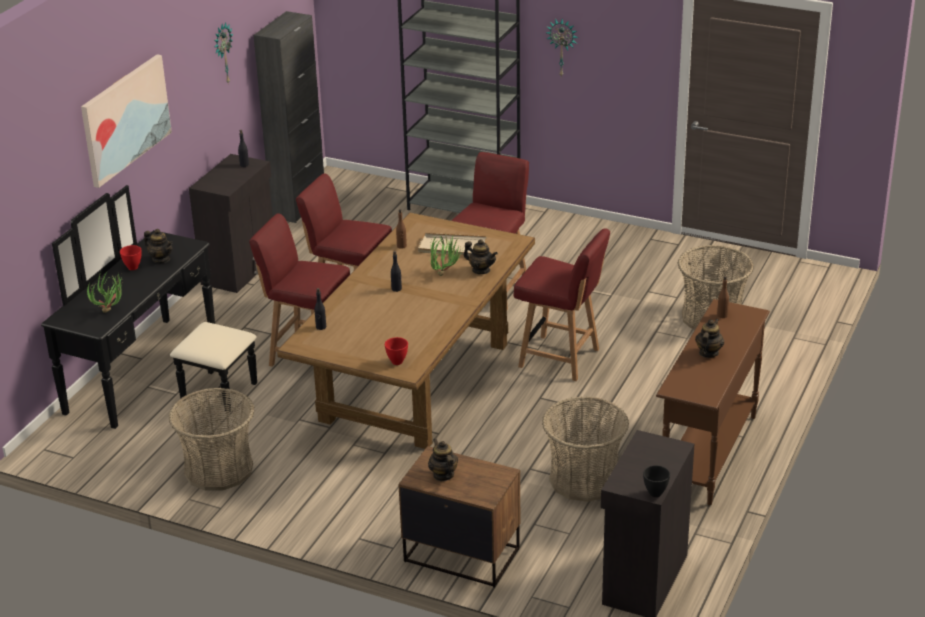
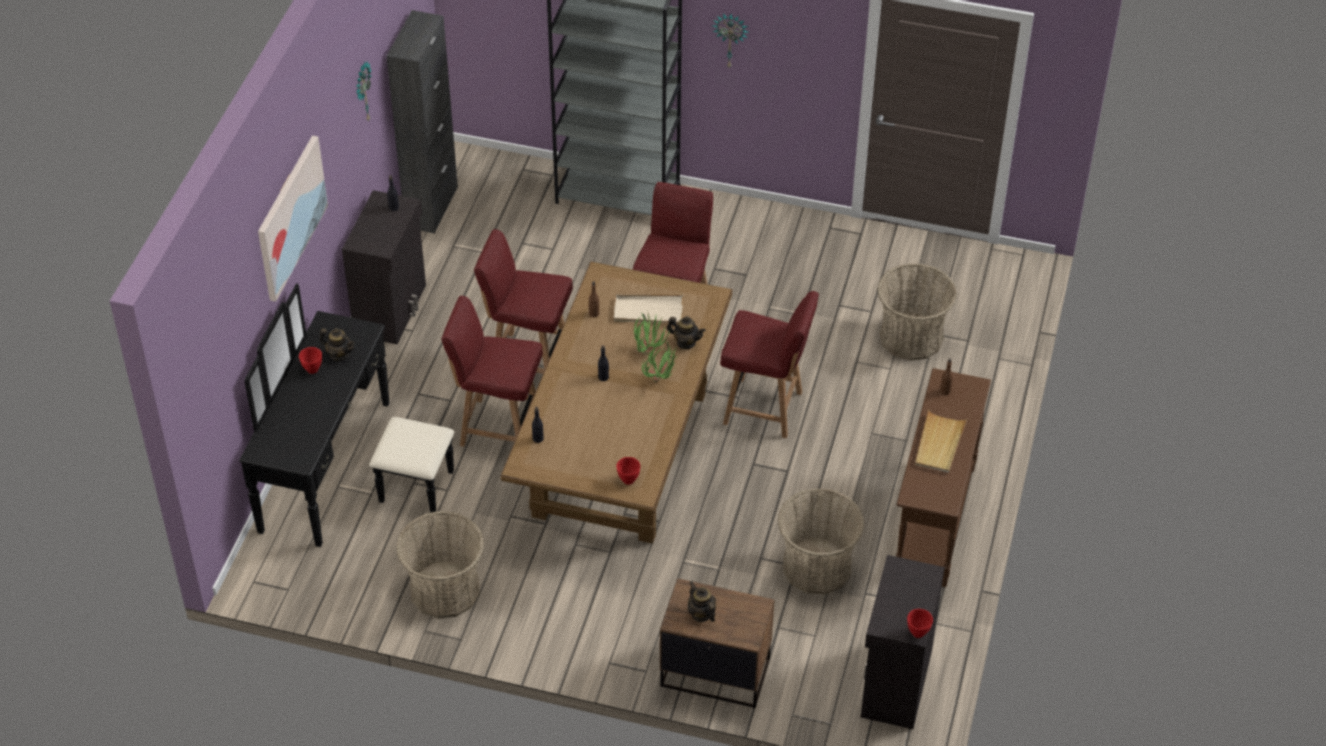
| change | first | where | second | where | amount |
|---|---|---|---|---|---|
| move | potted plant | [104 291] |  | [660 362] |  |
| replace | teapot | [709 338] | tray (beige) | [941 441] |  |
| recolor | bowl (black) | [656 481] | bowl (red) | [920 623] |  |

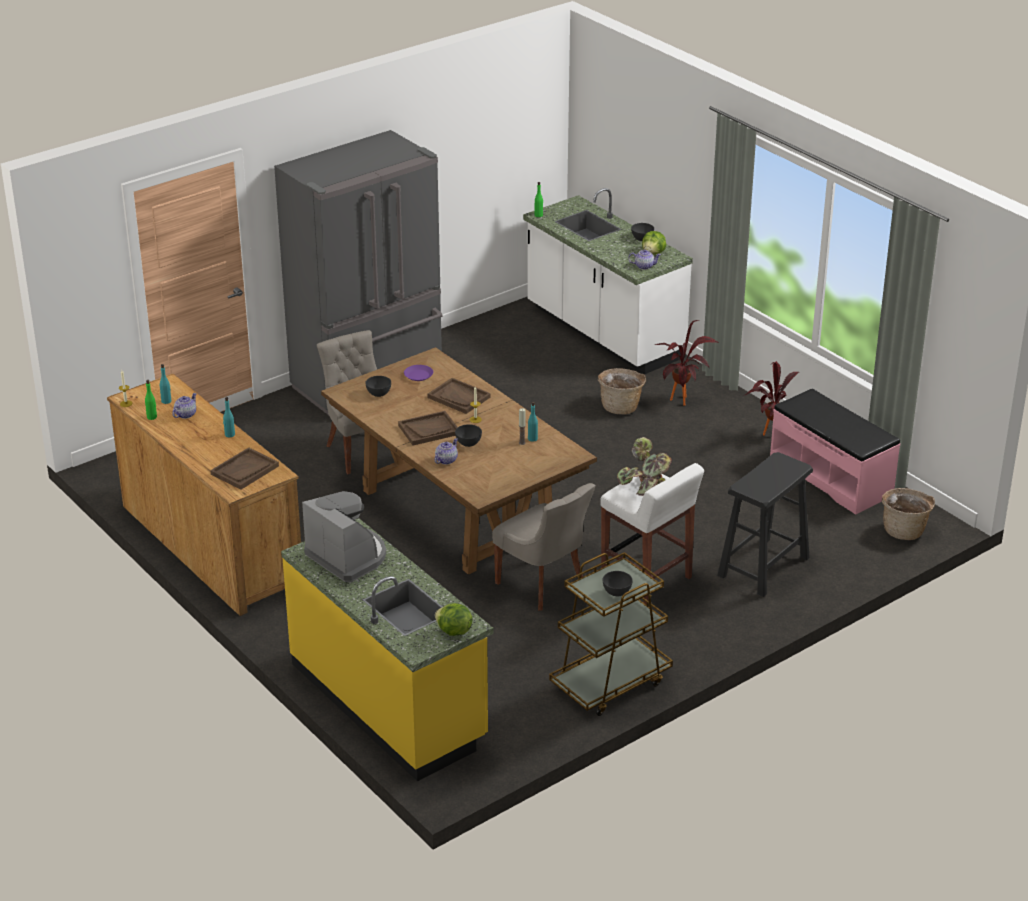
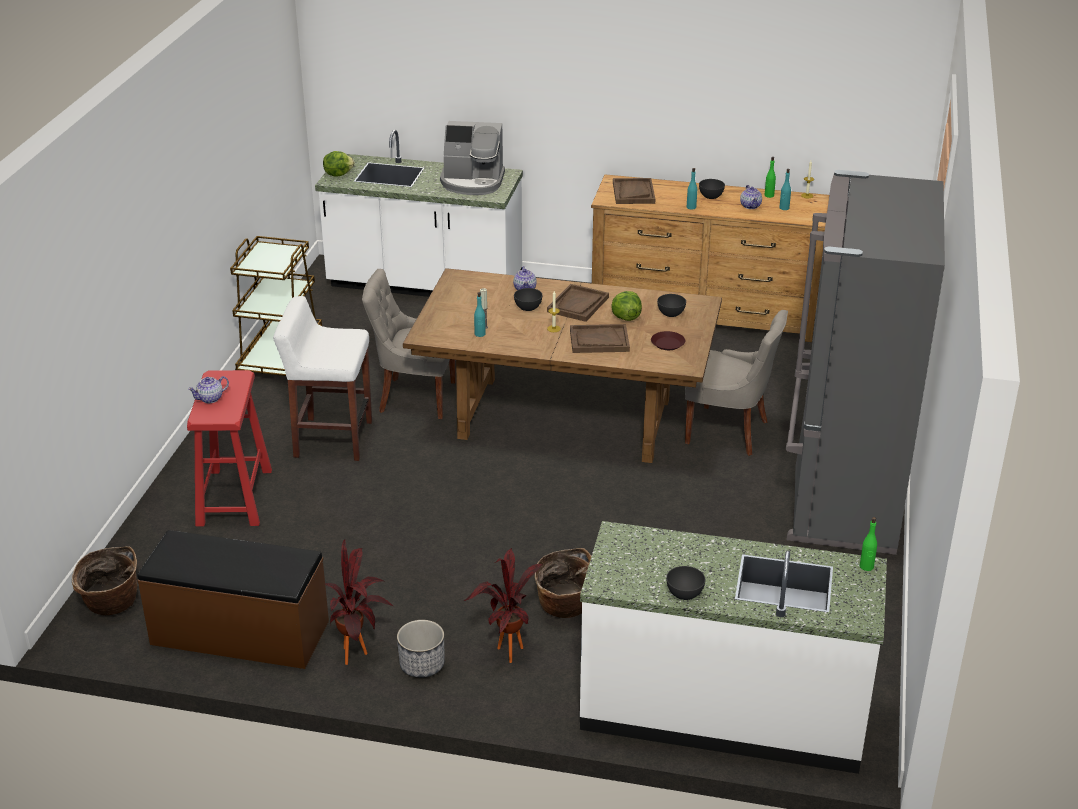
| change | first | where | second | where | amount |
|---|---|---|---|---|---|
| delete | potted plant | [644 466] |  |  |  |
| insert |  |  | planter | [420 649] |  |
| move | bowl (grey) | [618 583] |  | [712 189] |  |
| move | teapot | [644 259] |  | [208 389] |  |
| move | lettuce | [654 243] |  | [627 306] |  |
| recolor | counter (yellow) | [387 649] | counter (white) | [419 213] |  |
| recolor | plate (purple) | [418 373] | plate (brown) | [668 340] |  |
| recolor | stool (black) | [765 524] | stool (red) | [229 448] |  |
| recolor | bench (pink) | [835 451] | bench (brown) | [233 599] |  |

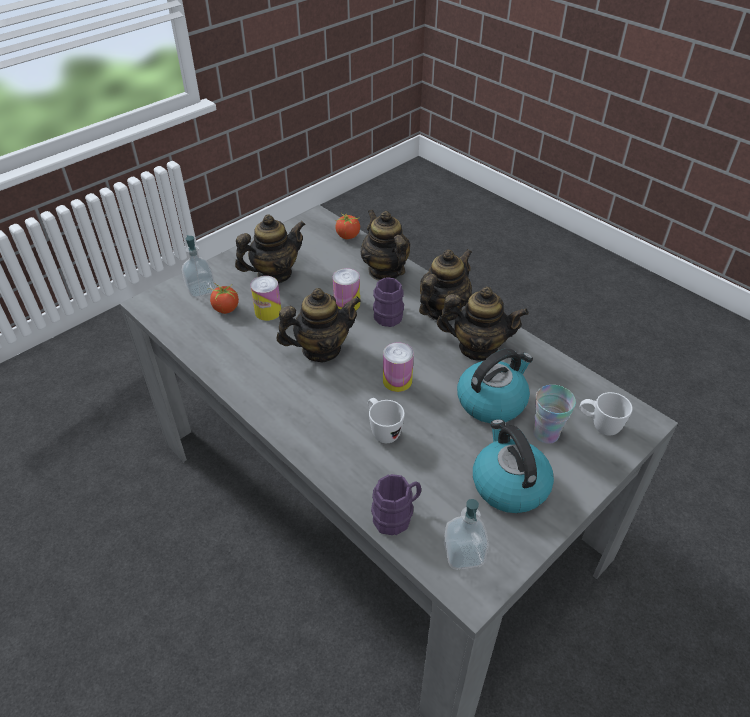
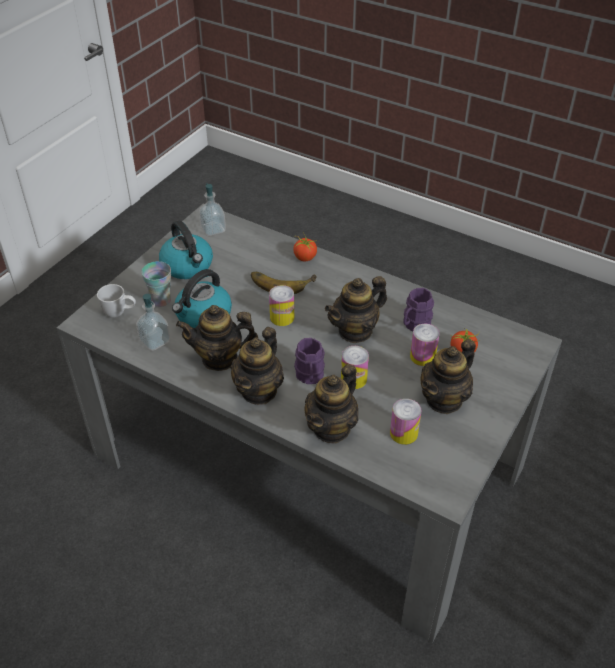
| change | first | where | second | where | amount |
|---|---|---|---|---|---|
| insert |  |  | can | [405 422] |  |
| move | soap dispenser | [199 266] |  | [153 322] |  |
| move | tomato | [347 226] |  | [305 247] |  |
| move | mug (purple) | [396 504] |  | [418 310] |  |
| replace | mug (white) | [386 420] | banana | [284 283] |  |
| rotate | teapot | [385 245] |  | [332 404] | 75 degrees clockwise |

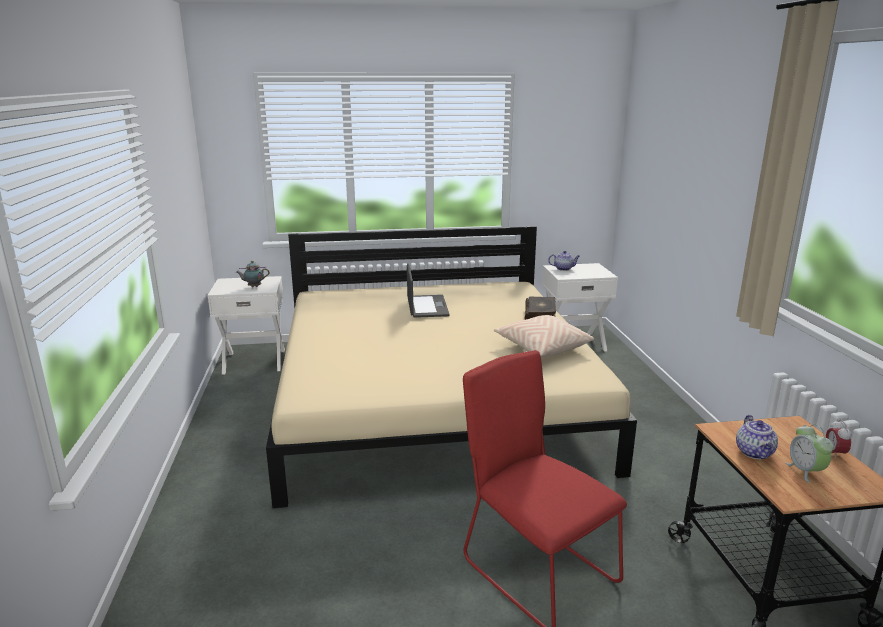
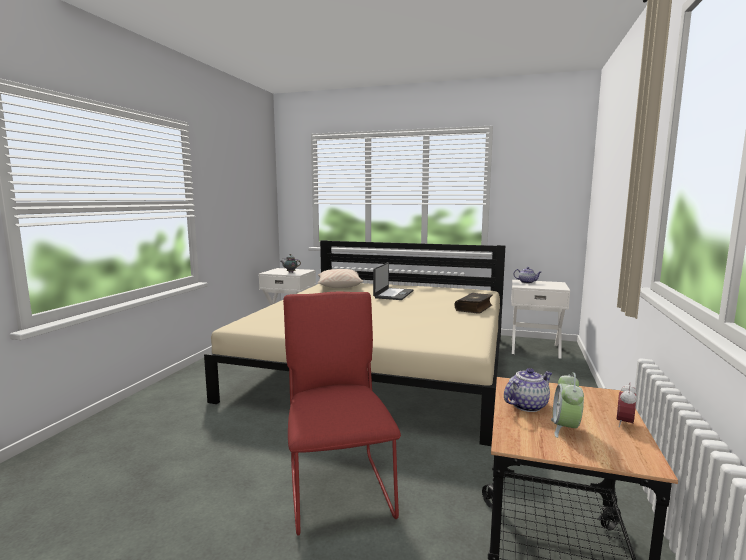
| change | first | where | second | where | amount |
|---|---|---|---|---|---|
| move | pillow (beige) | [544 336] |  | [340 278] |  |
| rotate | teapot | [757 437] |  | [528 390] | 150 degrees counterclockwise |

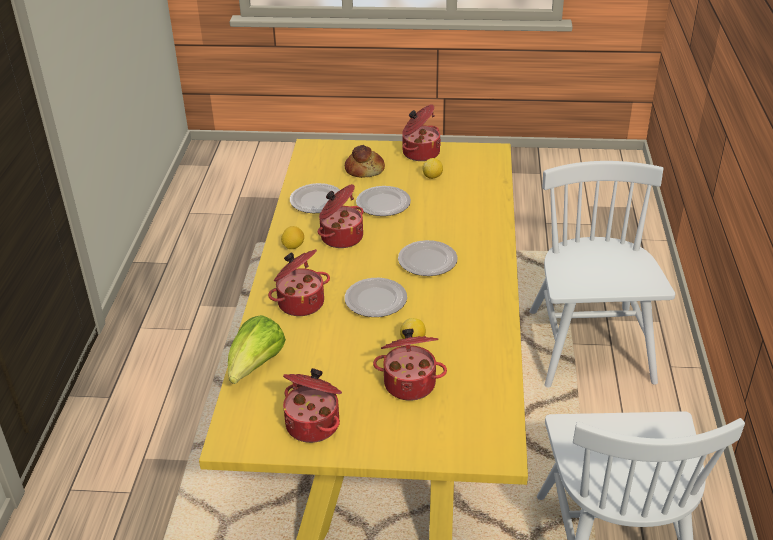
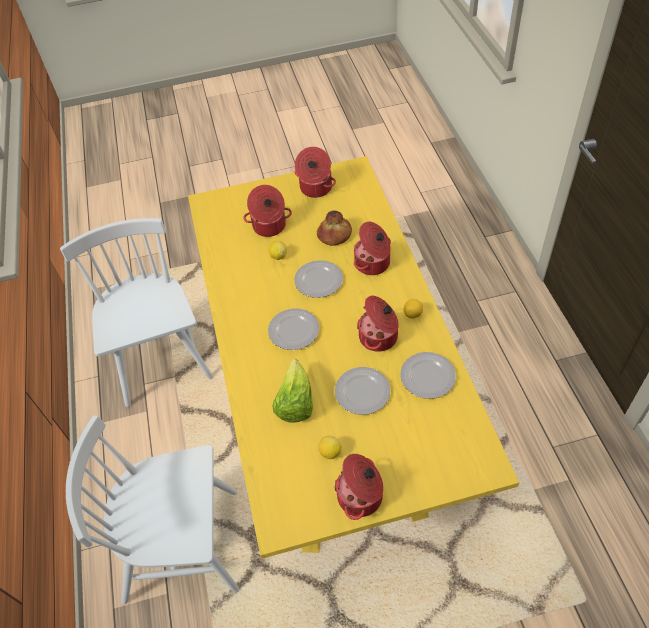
| change | first | where | second | where | amount |
|---|---|---|---|---|---|
| move | lettuce | [257 349] |  | [293 391] |  |
| move | bread | [365 161] |  | [334 228] |  |
| rotate | chair (white) | [602 274] |  | [152 509] | 105 degrees clockwise |

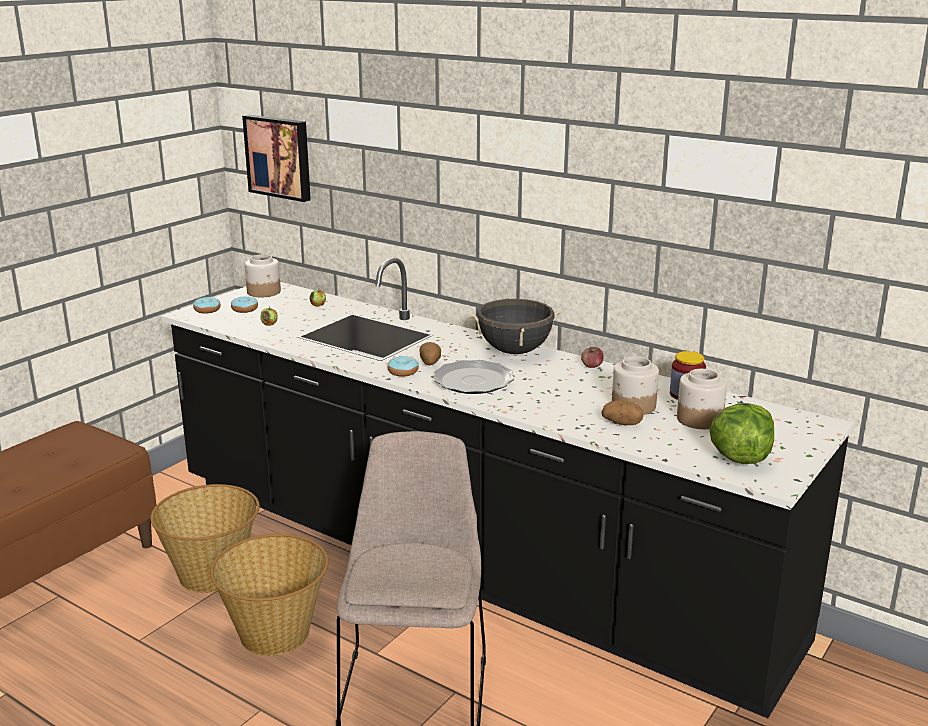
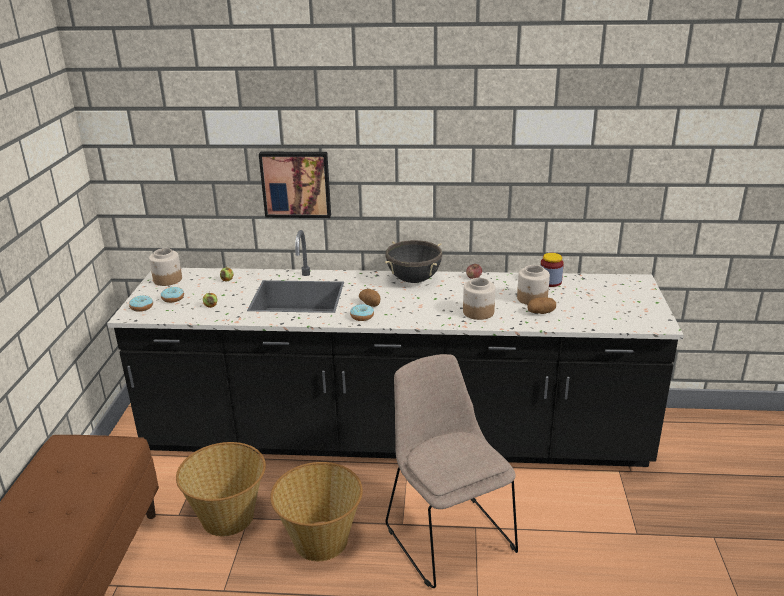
| change | first | where | second | where | amount |
|---|---|---|---|---|---|
| delete | plate | [473 377] |  |  |  |
| delete | lettuce | [741 433] |  |  |  |
| move | picture | [276 158] |  | [295 185] |  |
| move | jar | [702 399] |  | [479 299] |  |

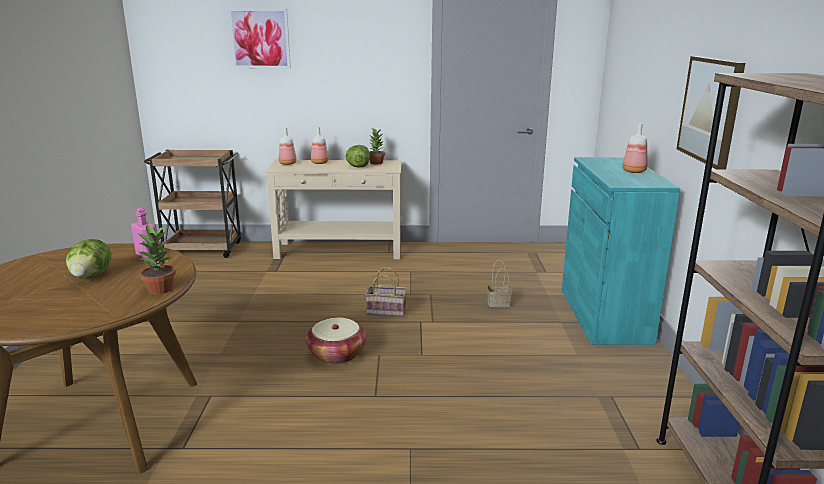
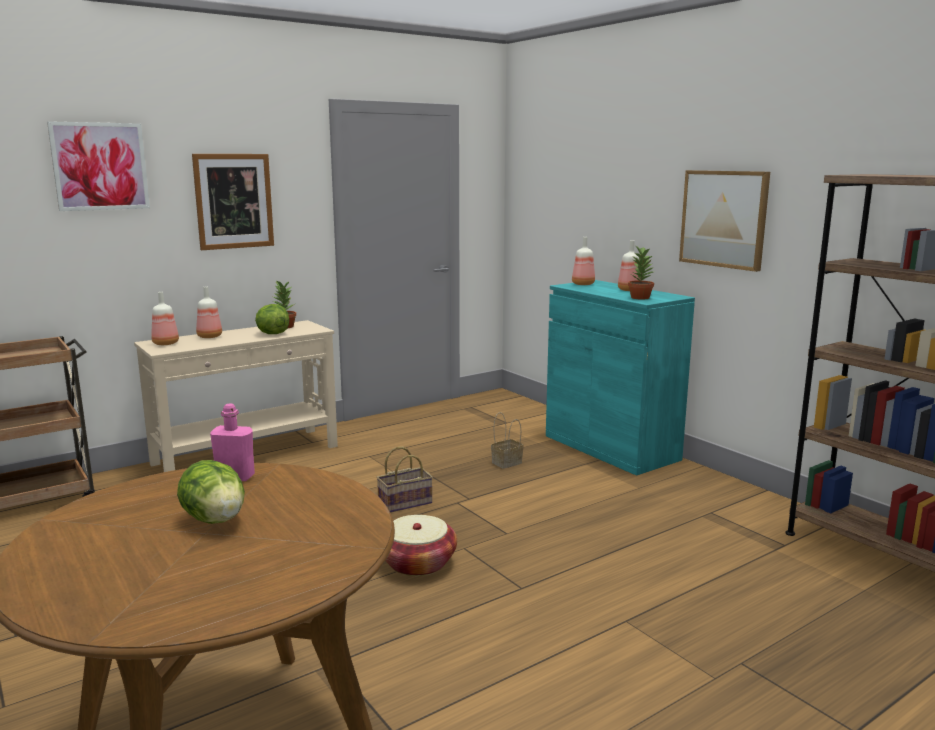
| change | first | where | second | where | amount |
|---|---|---|---|---|---|
| insert |  |  | picture | [233 202] |  |
| insert |  |  | bottle | [583 261] |  |
| move | potted plant | [157 258] |  | [641 272] |  |

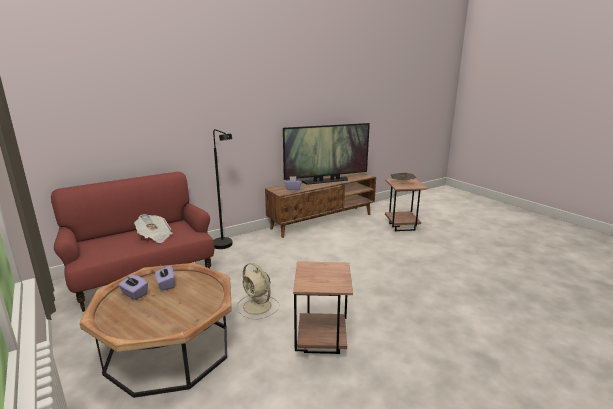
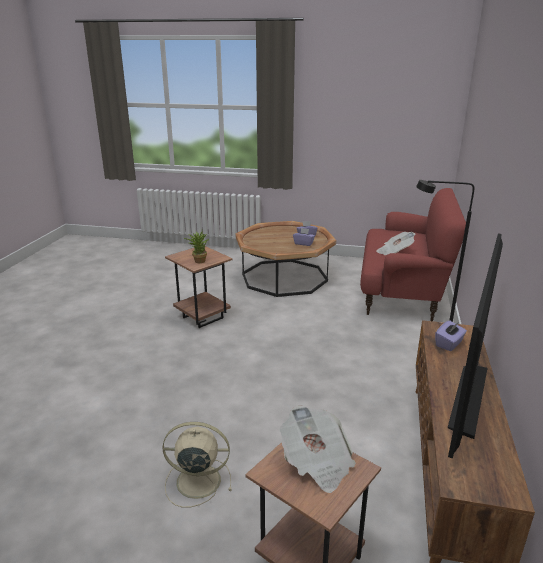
| change | first | where | second | where | amount |
|---|---|---|---|---|---|
| insert |  |  | potted plant | [196 247] |  |
| move | fan (beige) | [258 291] |  | [197 465] |  |

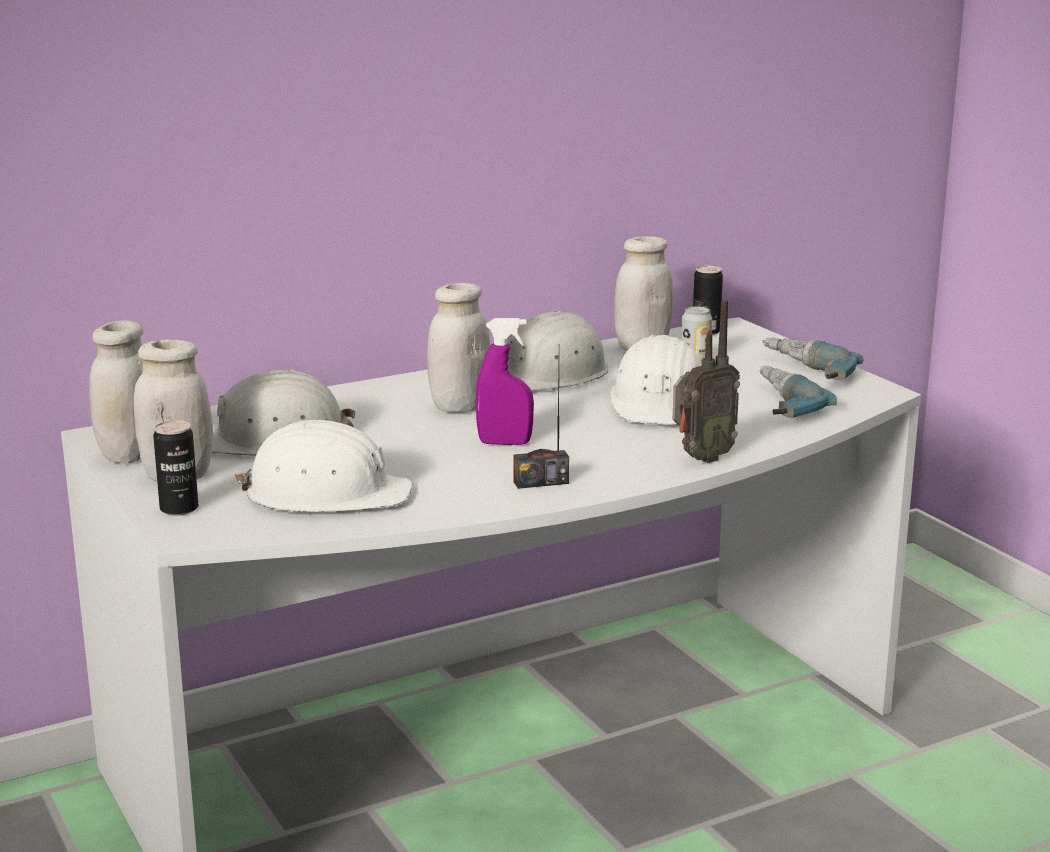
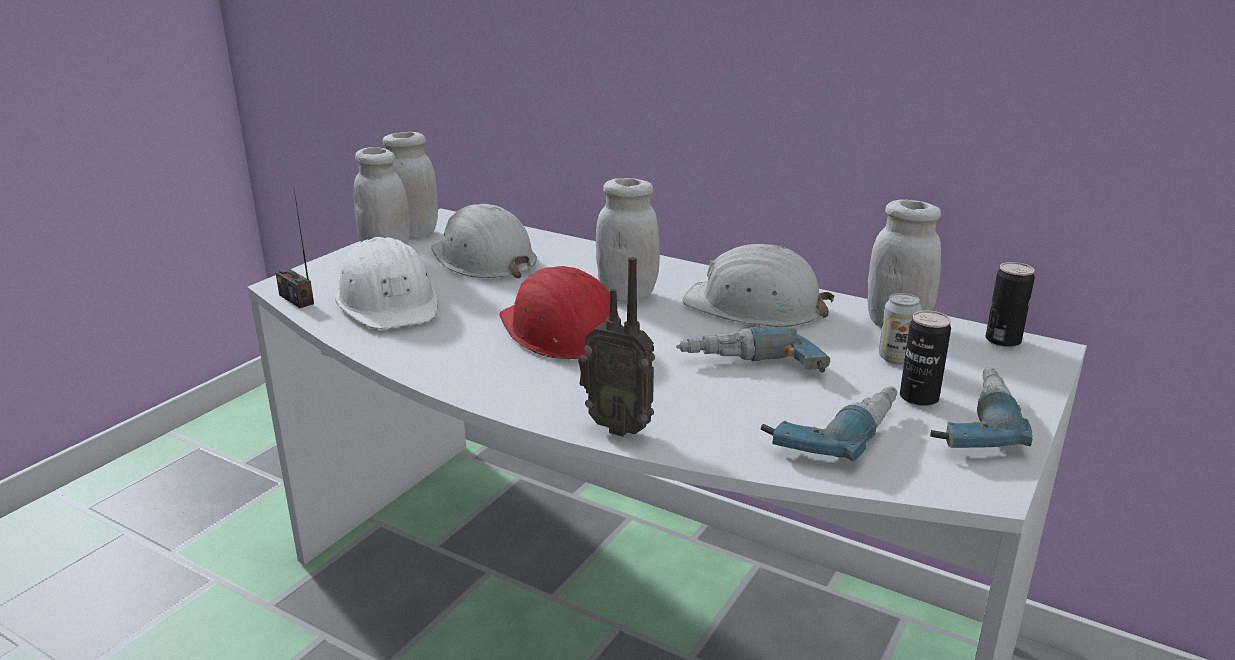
| change | first | where | second | where | amount |
|---|---|---|---|---|---|
| move | can | [176 468] |  | [925 358] |  |
| move | radio | [541 429] |  | [295 249] |  |
| replace | spray bottle (purple) | [505 381] | hard hat (red) | [560 312] |  |
| replace | hard hat (white) | [656 380] | power drill | [753 349] |  |

